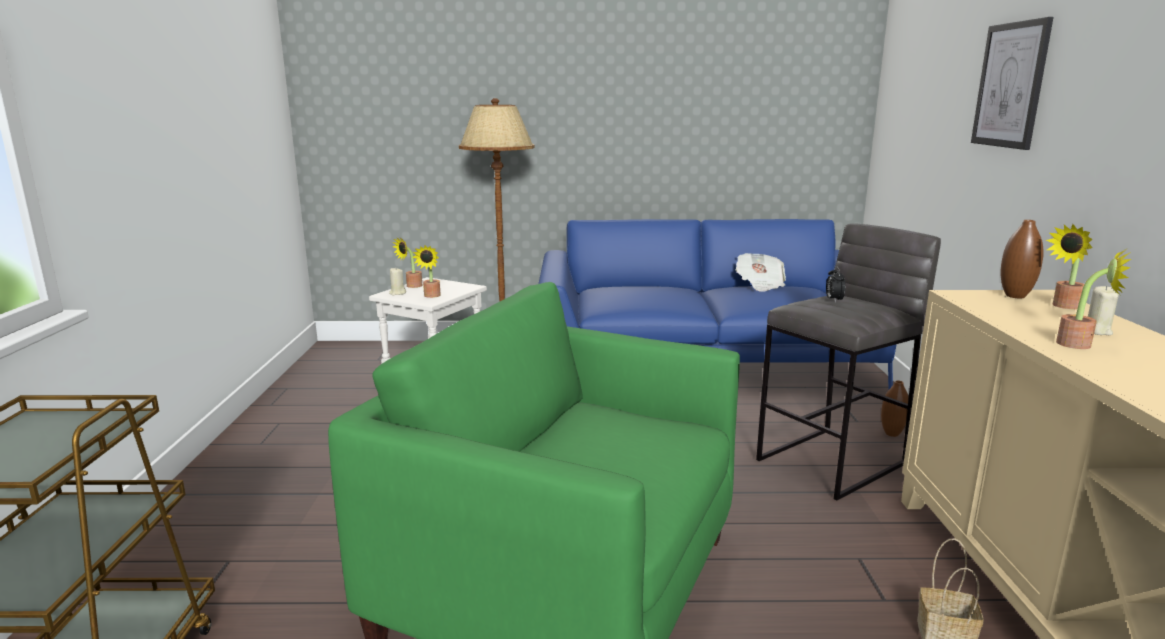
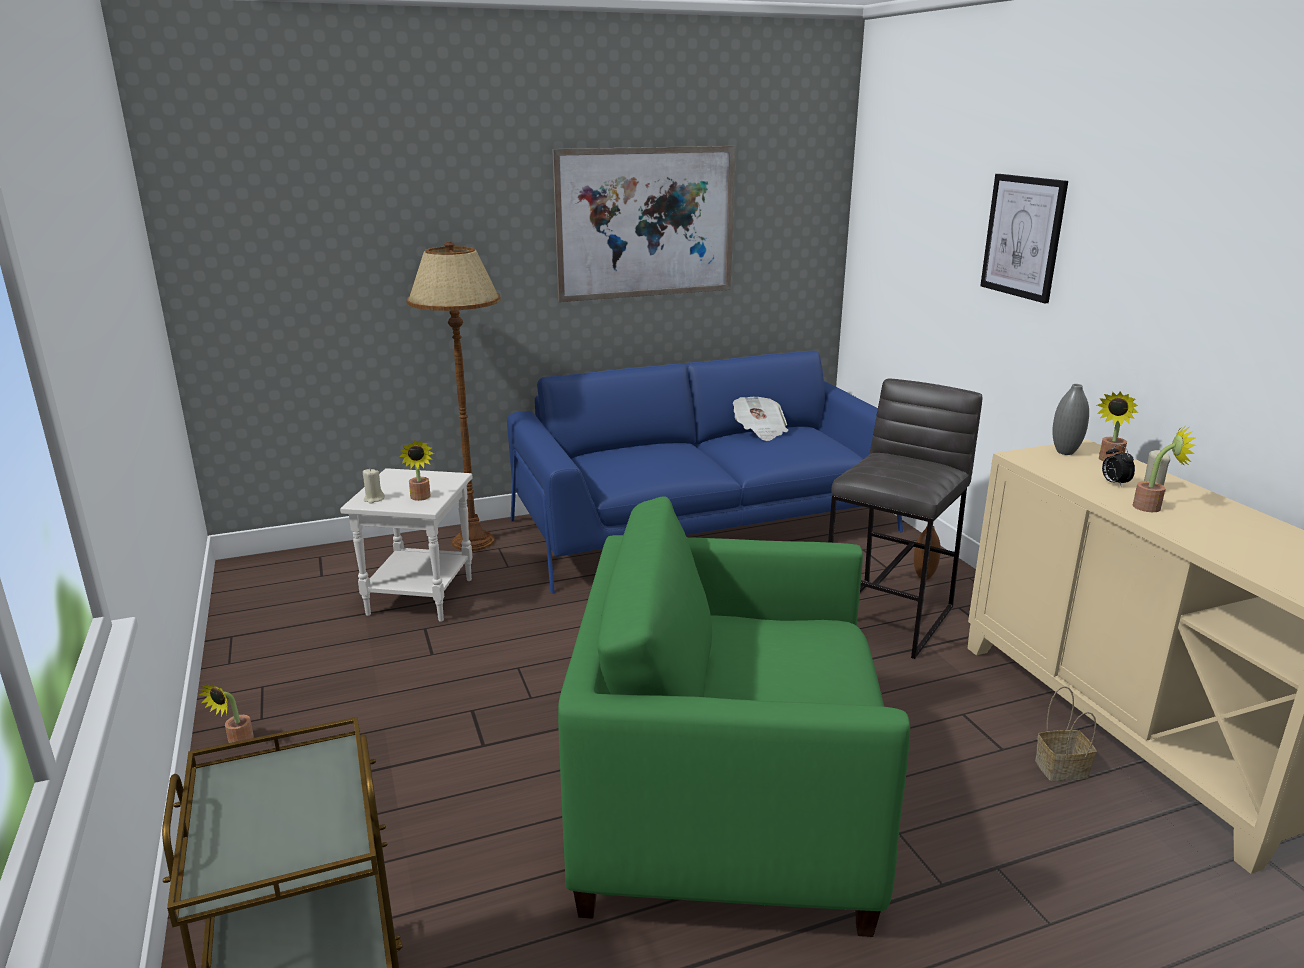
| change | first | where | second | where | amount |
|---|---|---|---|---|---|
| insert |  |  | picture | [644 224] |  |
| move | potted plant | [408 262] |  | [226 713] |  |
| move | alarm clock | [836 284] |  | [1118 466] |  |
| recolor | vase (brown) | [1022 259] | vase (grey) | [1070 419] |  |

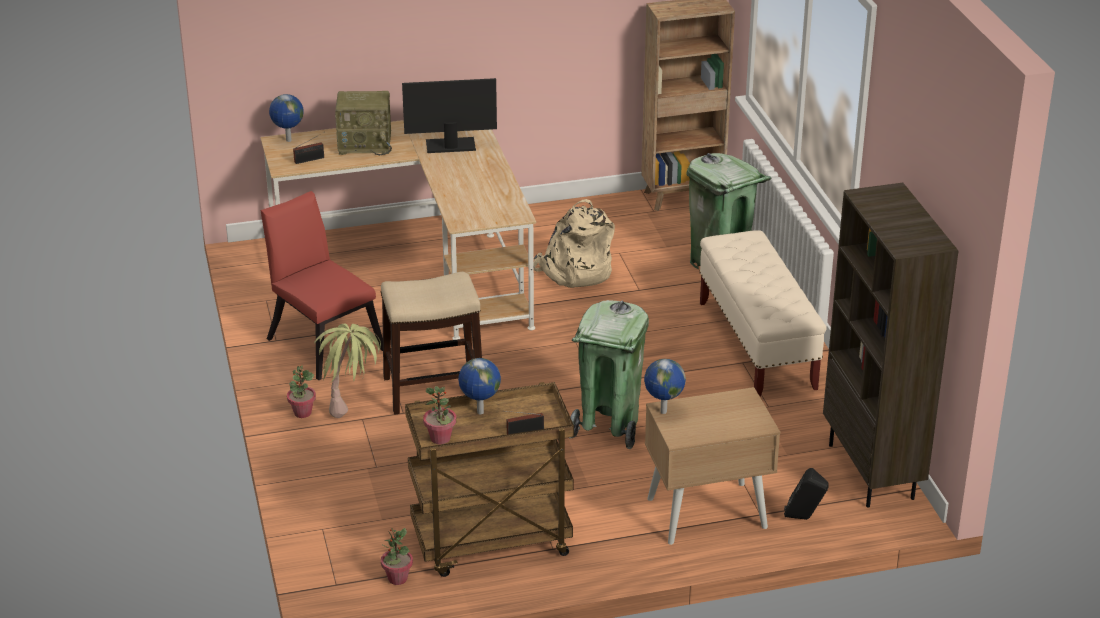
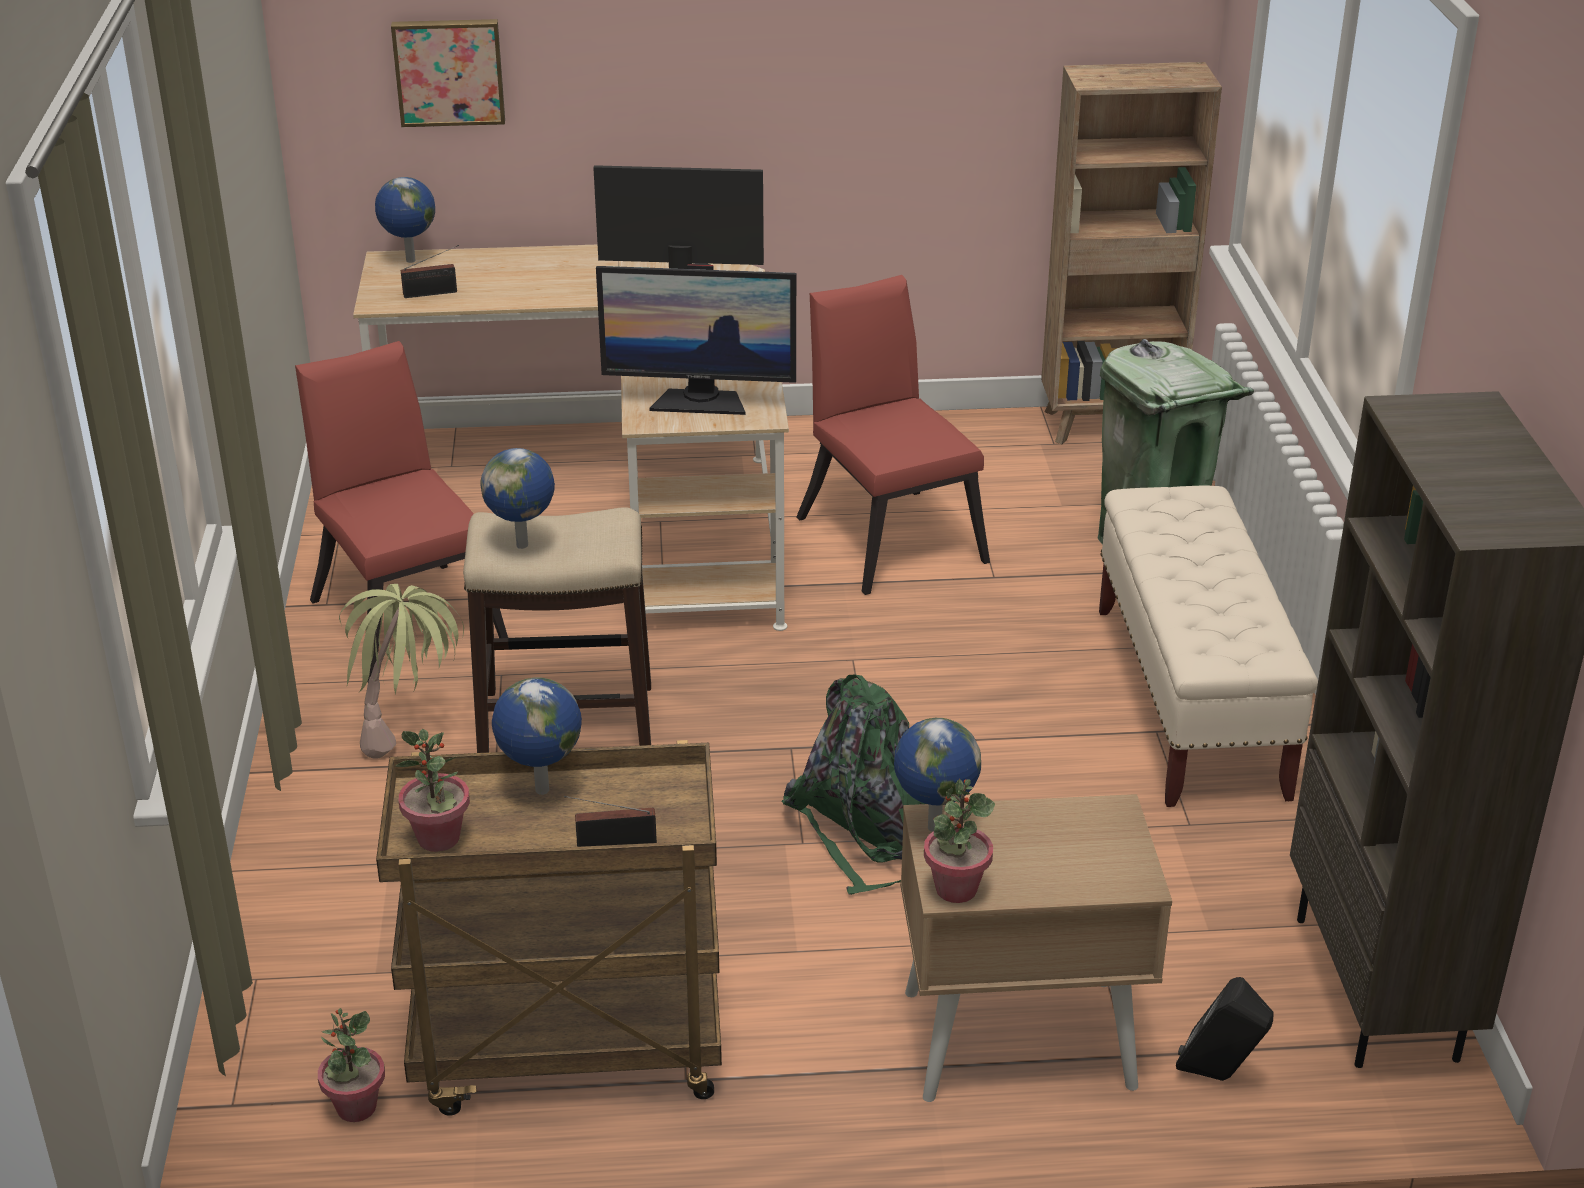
| change | first | where | second | where | amount |
|---|---|---|---|---|---|
| delete | radio | [363 123] |  |  |  |
| insert |  |  | picture | [448 73] |  |
| insert |  |  | globe | [517 498] |  |
| insert |  |  | monitor | [696 339] |  |
| move | potted plant | [301 392] |  | [959 841] |  |
| replace | backpack (beige) | [574 243] | chair (red) | [893 435] |  |
| replace | trash can (green) | [609 374] | backpack (green) | [853 784] |  |

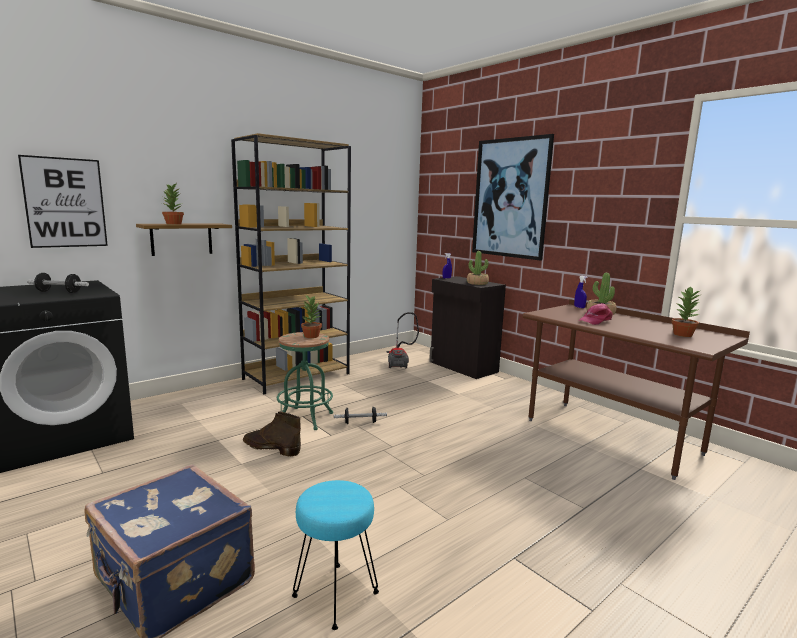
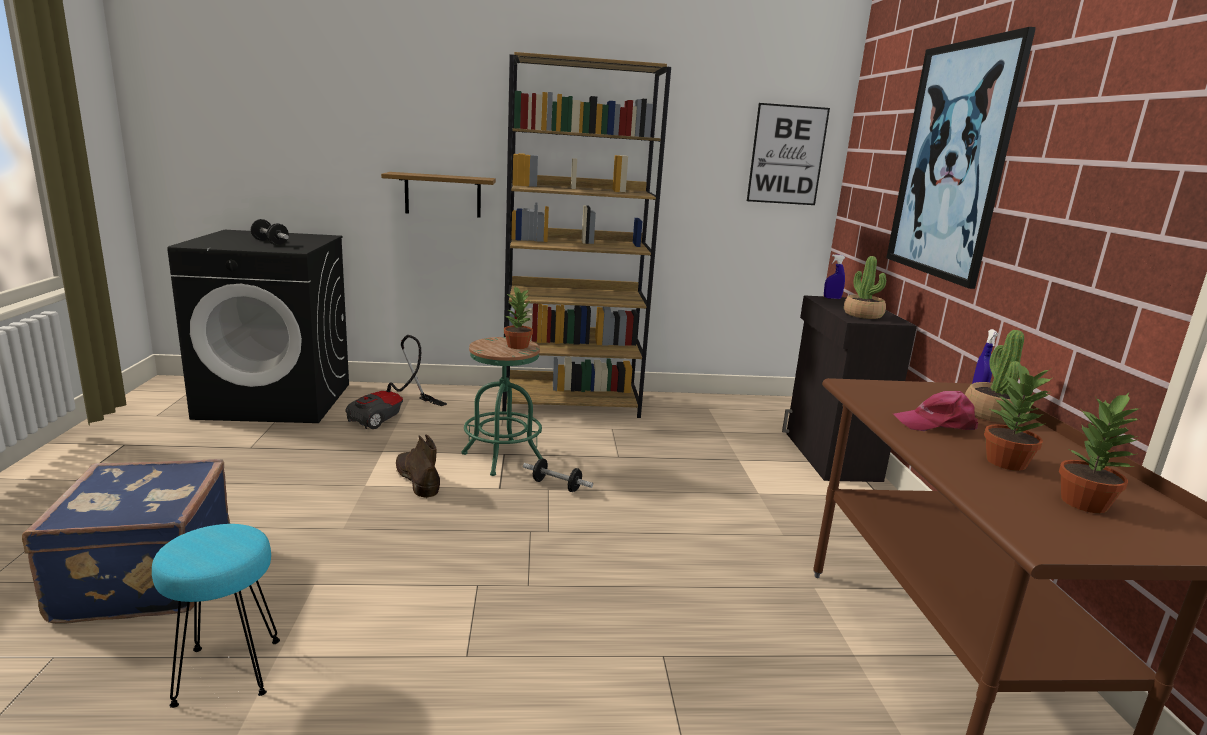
| change | first | where | second | where | amount |
|---|---|---|---|---|---|
| move | picture | [63 201] |  | [788 154] |  |
| move | potted plant | [173 204] |  | [1018 416] |  |
| move | vacuum cleaner | [403 340] |  | [396 382] |  |

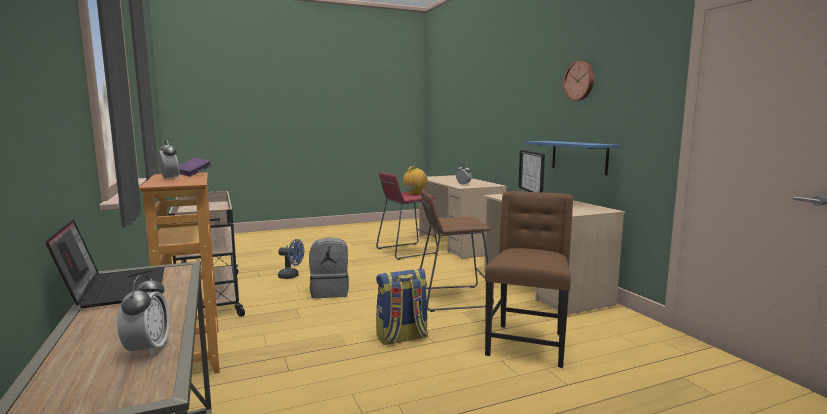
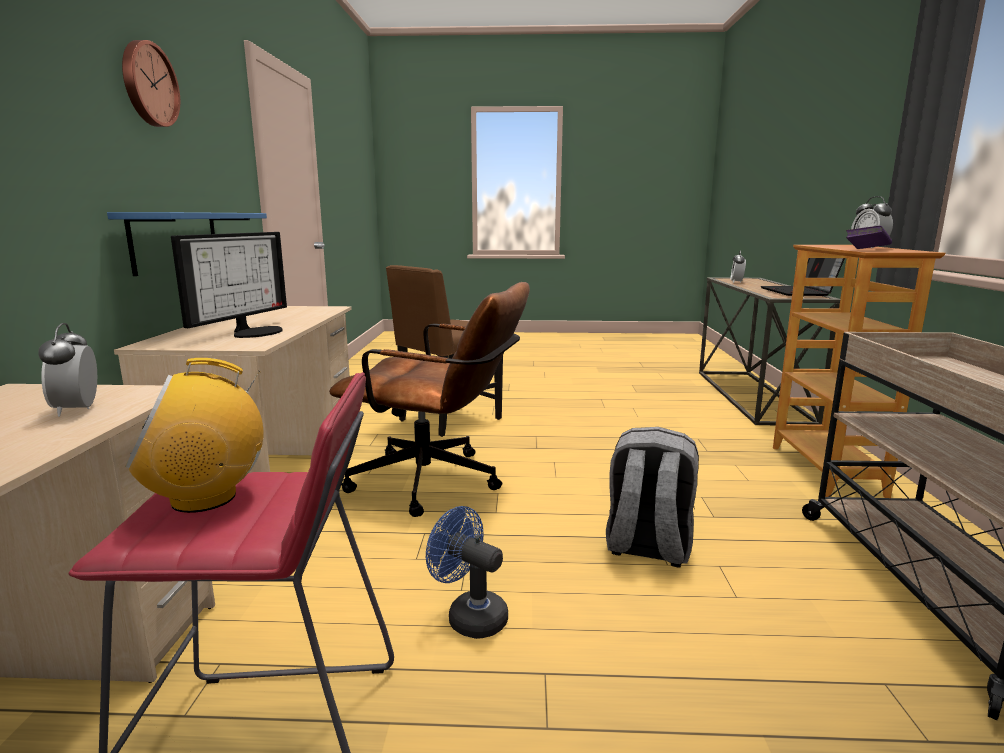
| change | first | where | second | where | amount |
|---|---|---|---|---|---|
| delete | backpack | [402 307] |  |  |  |
| move | fan (blue) | [291 259] |  | [467 572] |  |
| replace | stool (brown) | [457 250] | office chair (brown) | [429 399] |  |

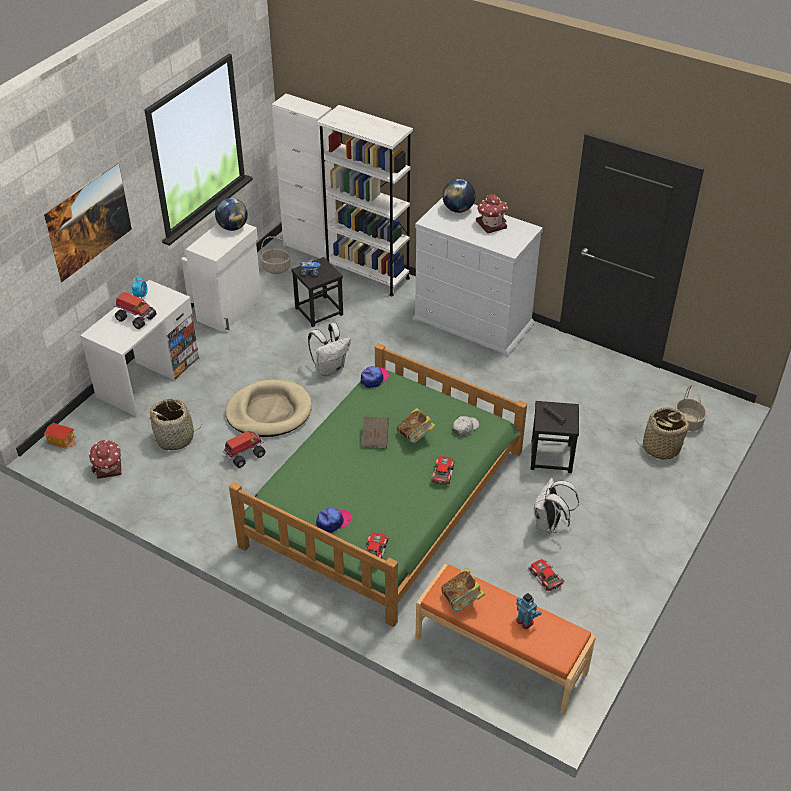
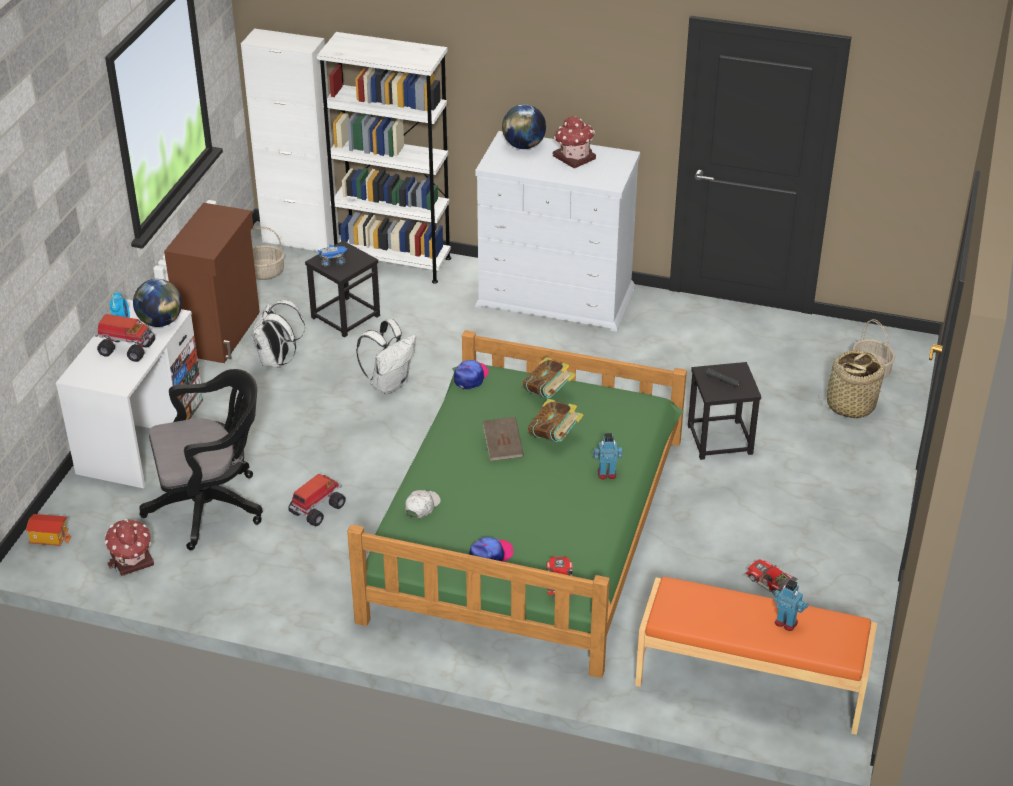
| change | first | where | second | where | amount |
|---|---|---|---|---|---|
| delete | picture | [88 223] |  |  |  |
| delete | dog bed (beige) | [268 408] |  |  |  |
| move | globe | [231 214] |  | [157 303] |  |
| move | book | [463 589] |  | [549 377] |  |
| move | cap (white) | [466 426] |  | [423 504] |  |
| move | backpack (white) | [556 506] |  | [278 334] |  |
| replace | basket | [175 424] | office chair (black) | [201 459] |  |
| replace | toy car | [443 471] | toy robot | [607 456] |  |
| recolor | cabinet (white) | [223 277] | cabinet (brown) | [212 283] |  |

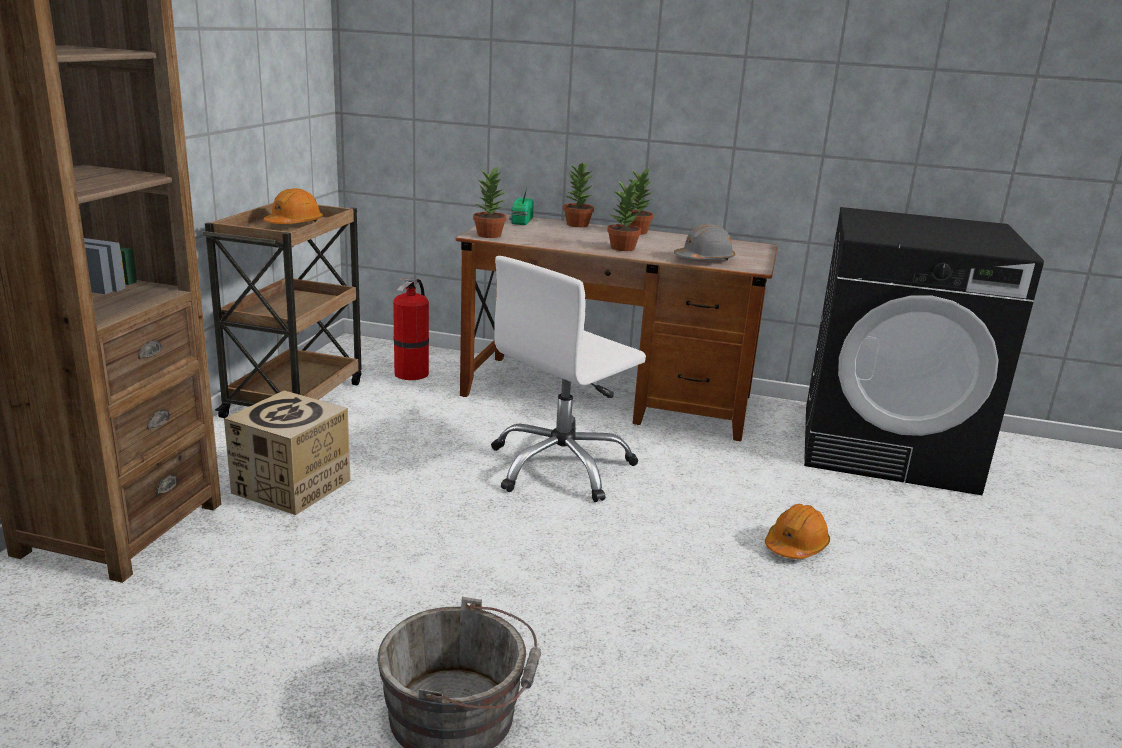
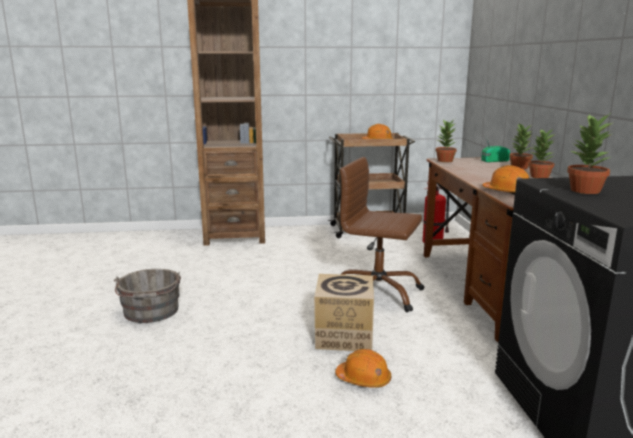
| change | first | where | second | where | amount |
|---|---|---|---|---|---|
| move | cardboard box | [287 452] |  | [344 312] |  |
| move | potted plant | [624 215] |  | [589 154] |  |
| recolor | office chair (white) | [568 379] | office chair (brown) | [382 234] |  |
| recolor | hard hat (grey) | [704 242] | hard hat (orange) | [505 179] |  |

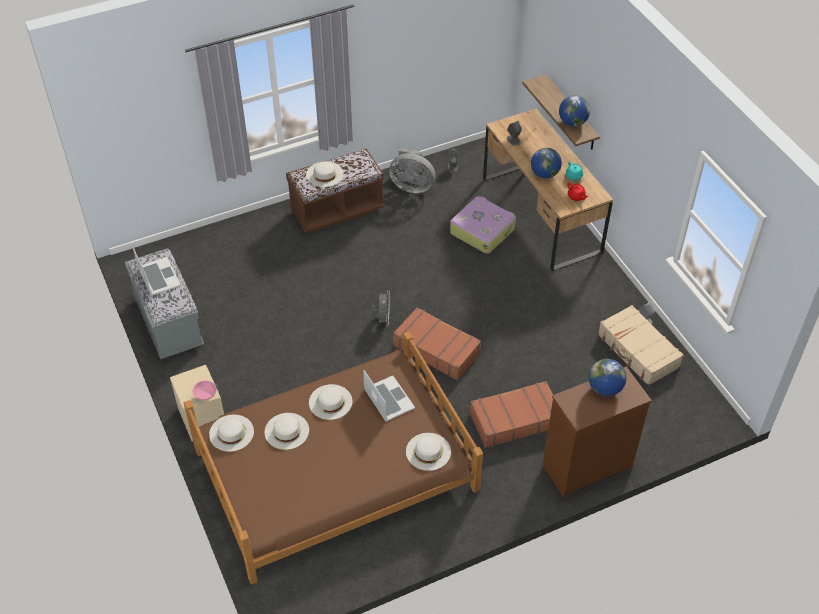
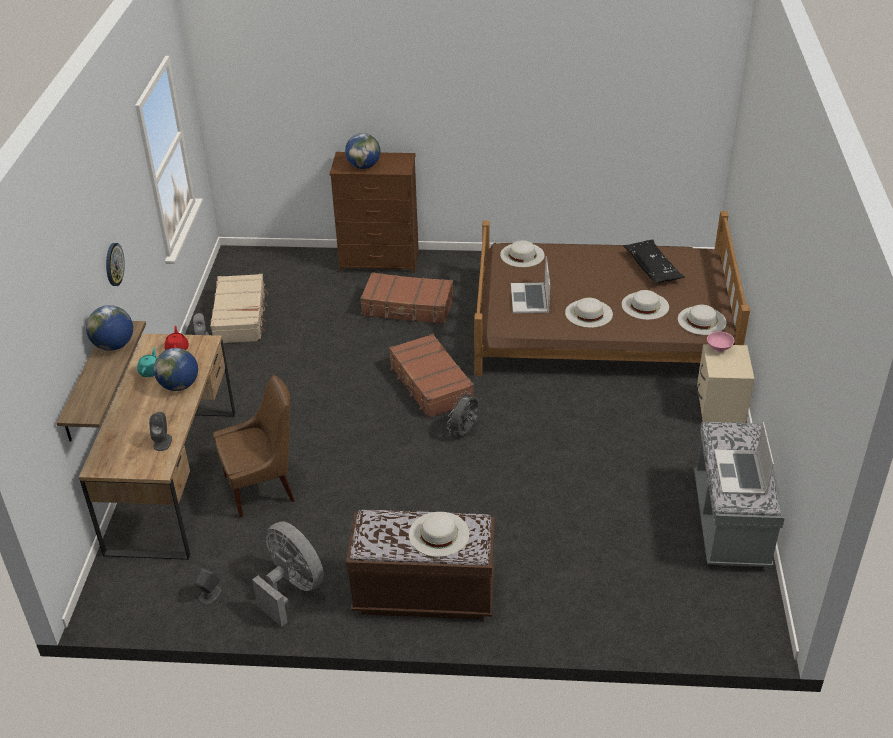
| change | first | where | second | where | amount |
|---|---|---|---|---|---|
| insert |  |  | wall clock | [115 264] |  |
| insert |  |  | pillow (black) | [654 262] |  |
| replace | suitcase | [483 225] | chair (brown) | [253 446] |  |

